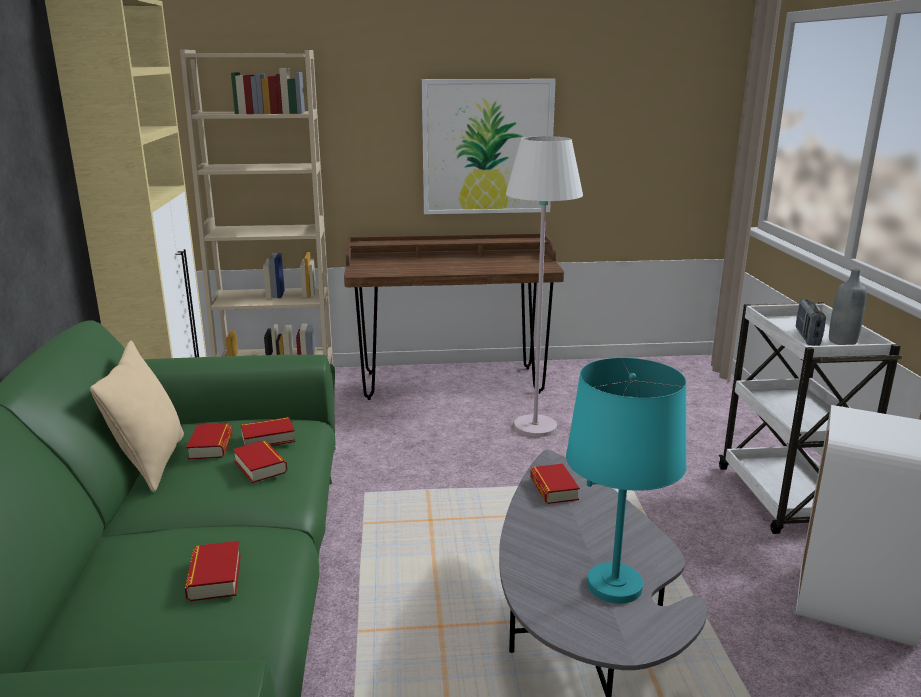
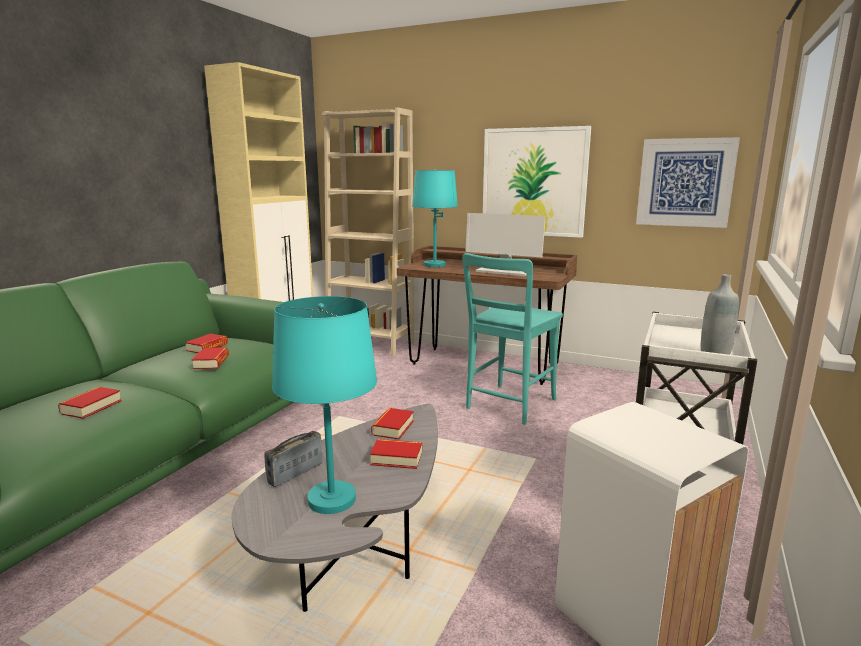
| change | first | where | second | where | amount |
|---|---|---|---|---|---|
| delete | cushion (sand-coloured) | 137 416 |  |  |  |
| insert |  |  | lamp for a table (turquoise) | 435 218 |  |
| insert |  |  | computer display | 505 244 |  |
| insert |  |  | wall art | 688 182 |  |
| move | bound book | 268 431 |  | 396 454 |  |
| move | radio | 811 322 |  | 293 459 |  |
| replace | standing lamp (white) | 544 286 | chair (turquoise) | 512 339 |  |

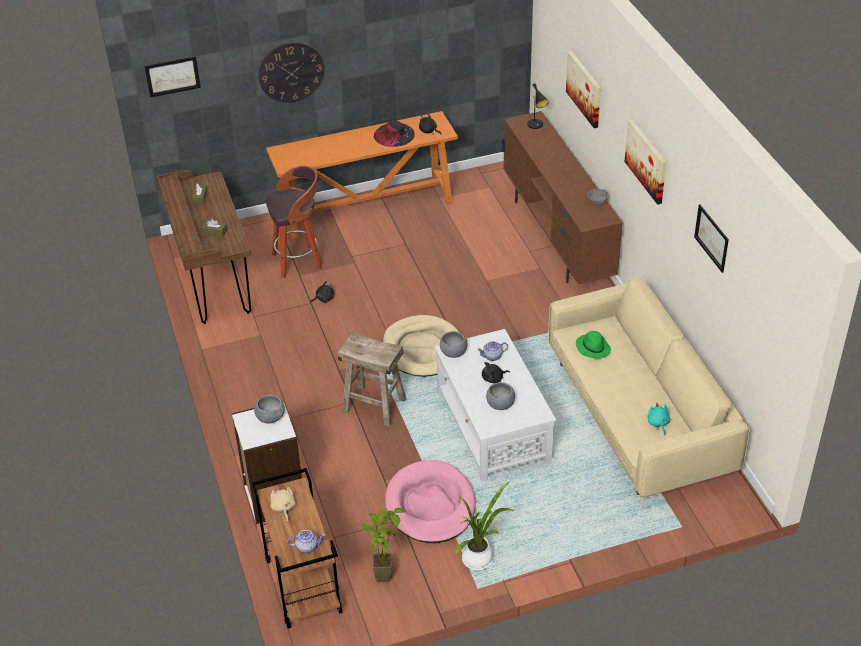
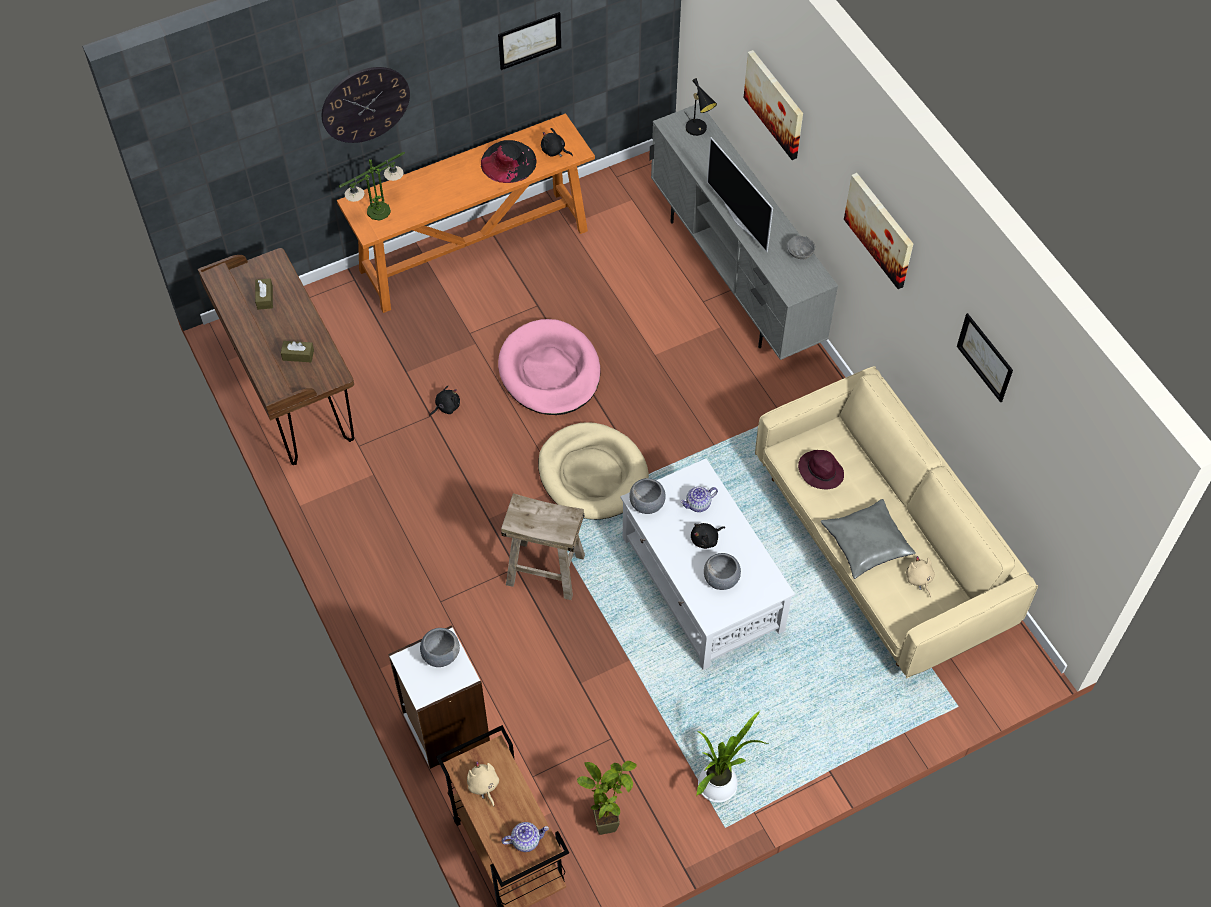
| change | first | where | second | where | amount |
|---|---|---|---|---|---|
| delete | sitting stool | 293 222 |  |  |  |
| insert |  |  | lamp for a table | 372 186 |  |
| insert |  |  | TV set | 740 194 |  |
| insert |  |  | cushion (grey) | 868 539 |  |
| move | wall art | 172 76 |  | 529 41 |  |
| move | dog bed (pinkish) | 430 501 |  | 549 367 |  |
| recolor | tv stand (brownish) | 562 197 | tv stand (grey) | 743 231 |  |
| recolor | clothing hat (green-coloured) | 593 345 | clothing hat (purplish) | 821 470 |  |
| recolor | cuddly toy (turquoise) | 658 419 | cuddly toy (sand-coloured) | 920 576 |  |

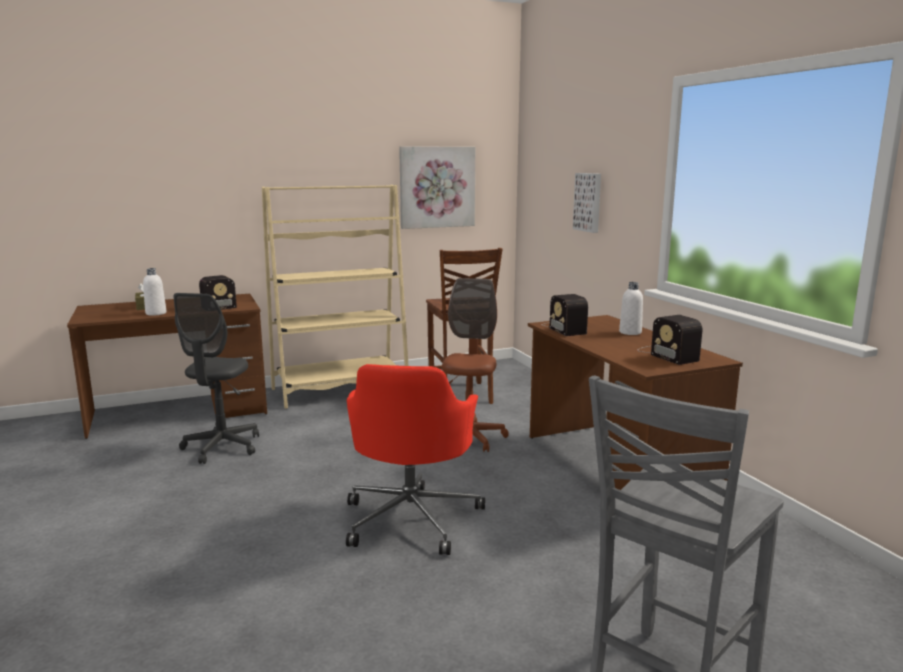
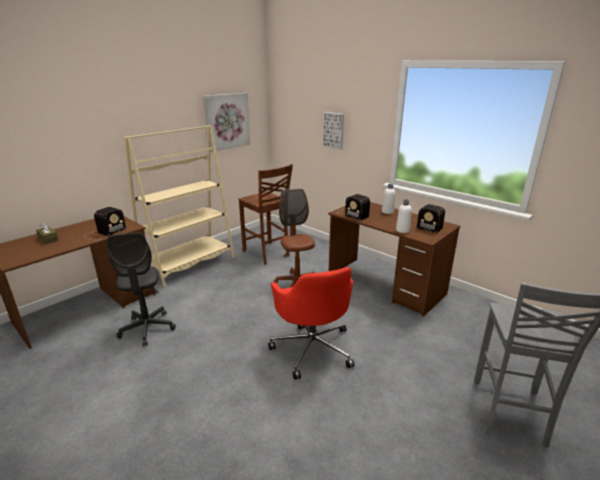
| change | first | where | second | where | amount |
|---|---|---|---|---|---|
| move | drink bottle (white) | 154 292 |  | 404 216 |  |

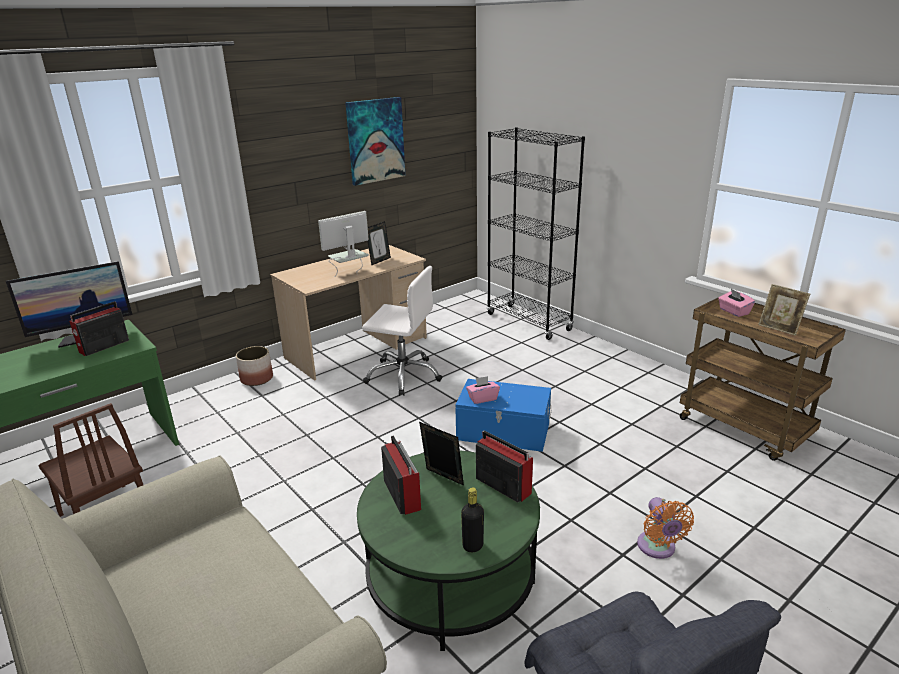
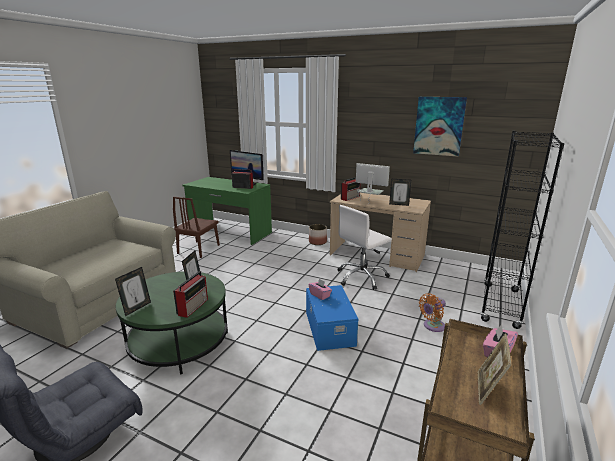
| change | first | where | second | where | amount |
|---|---|---|---|---|---|
| move | radio | 401 475 |  | 351 189 |  |
| move | fan (orange) | 665 528 |  | 432 312 |  |
| replace | drink bottle (black-coloured) | 472 520 | standing frame | 133 291 |  |
| rotate | desk chair (white) | 402 331 |  | 365 247 | 60 degrees clockwise |

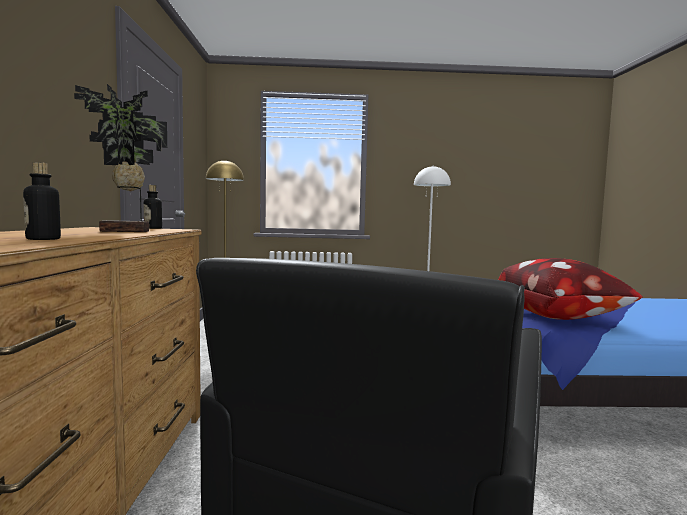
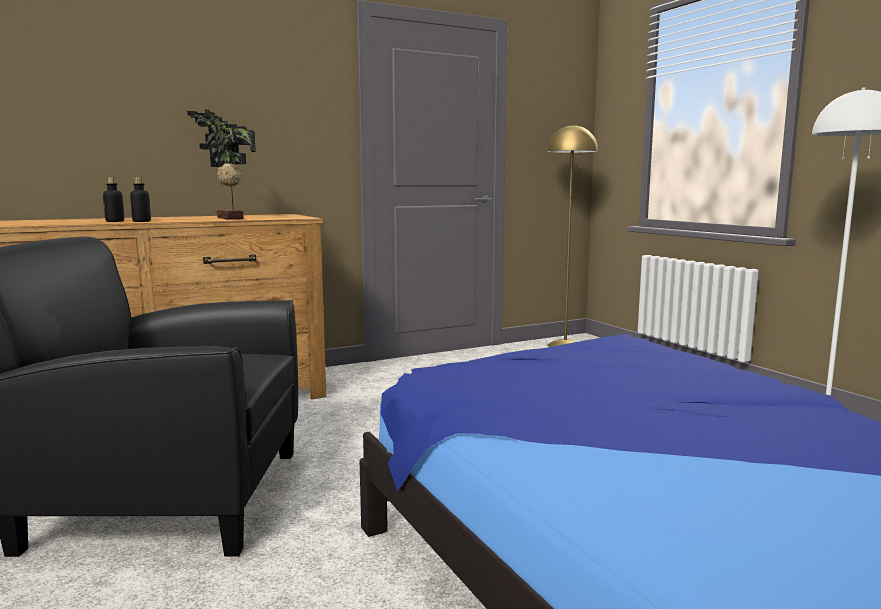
| change | first | where | second | where | amount |
|---|---|---|---|---|---|
| delete | cushion | 570 289 |  |  |  |
| move | drink bottle | 153 207 |  | 140 199 |  |

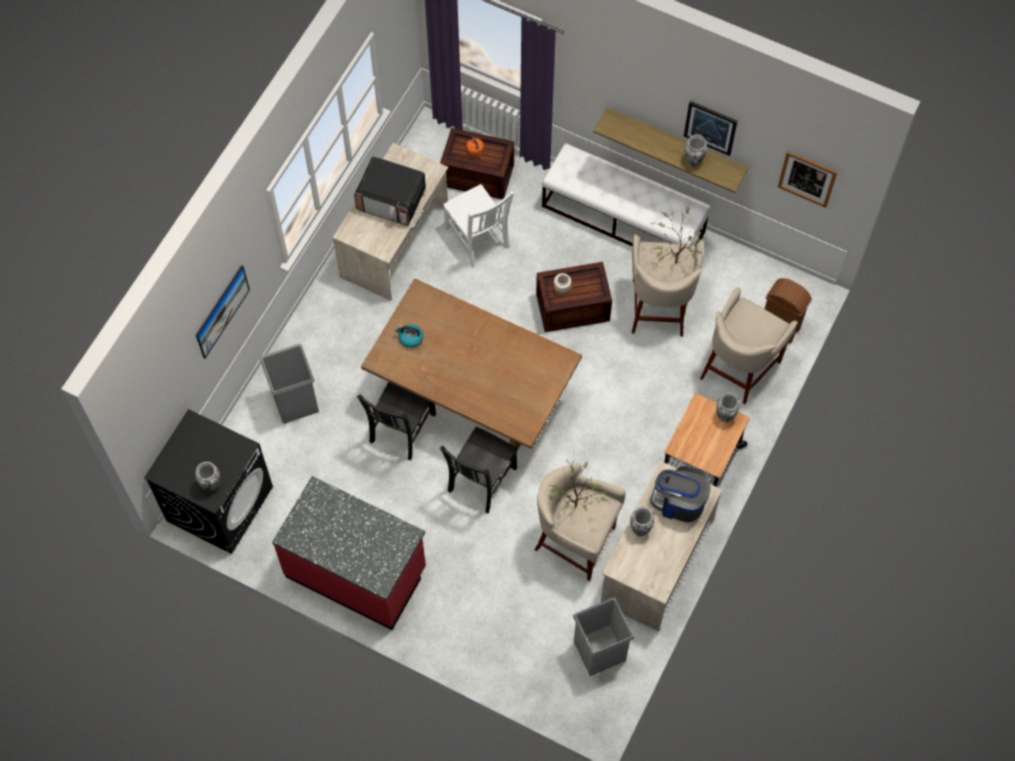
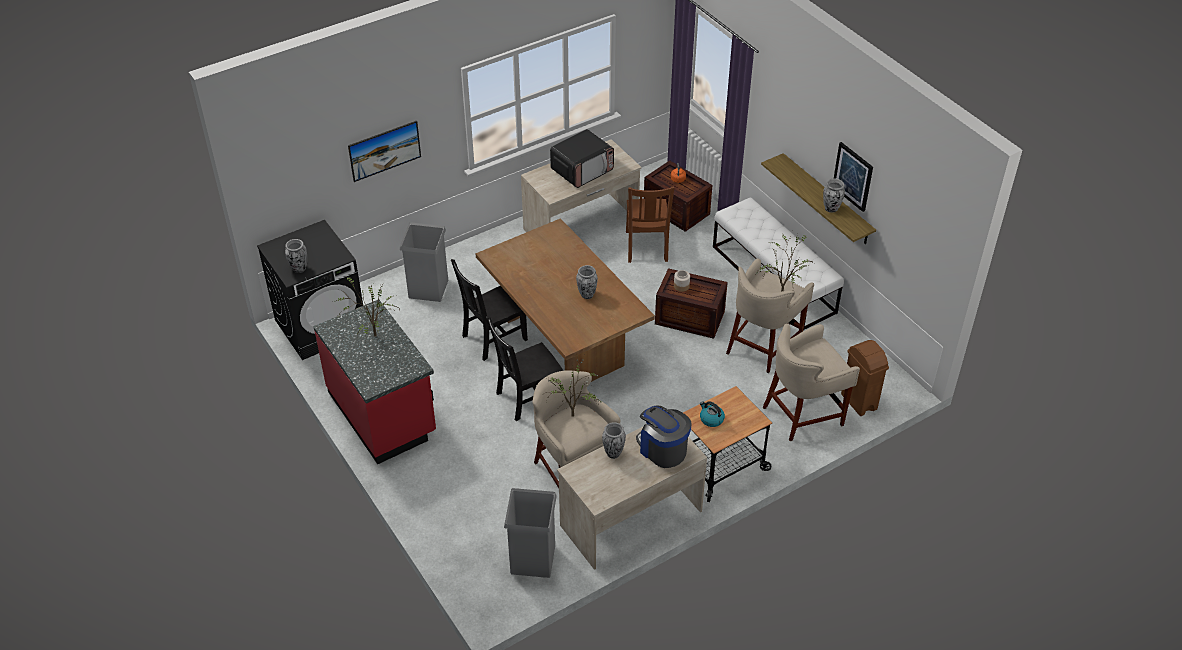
| change | first | where | second | where | amount |
|---|---|---|---|---|---|
| delete | wall art | 807 179 |  |  |  |
| insert |  |  | plant in a pot | 367 309 |  |
| move | kettle | 409 336 |  | 712 414 |  |
| move | vase | 728 407 |  | 587 282 |  |
| recolor | chair (white) | 478 226 | chair (brownish) | 650 224 |  |
| rotate | kitchen microwave | 390 191 |  | 582 158 | 90 degrees counterclockwise |

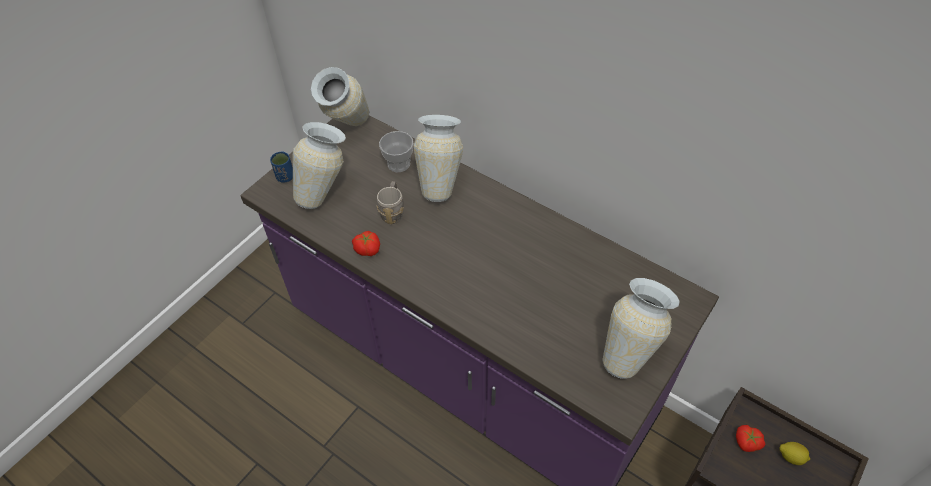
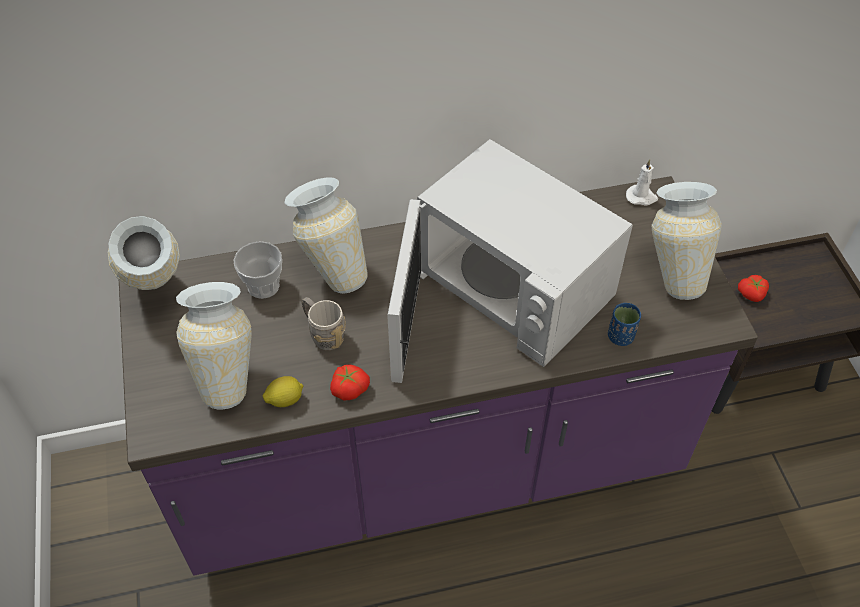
| change | first | where | second | where | amount |
|---|---|---|---|---|---|
| insert |  |  | kitchen microwave (white) | 510 261 |  |
| insert |  |  | candle (white) | 642 182 |  |
| move | drinking cup (blue) | 281 166 |  | 624 324 |  |
| move | citrus fruit | 794 453 |  | 282 391 |  |

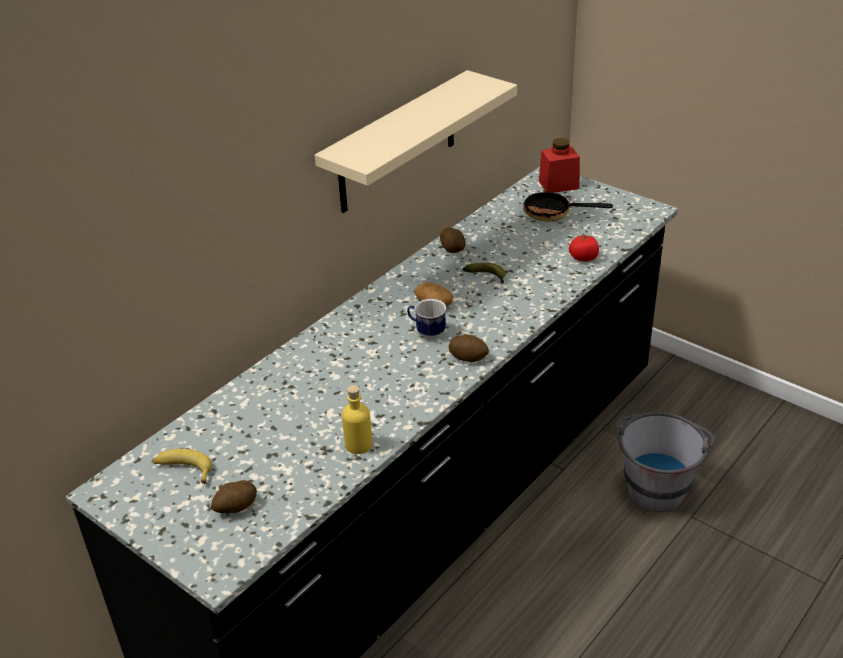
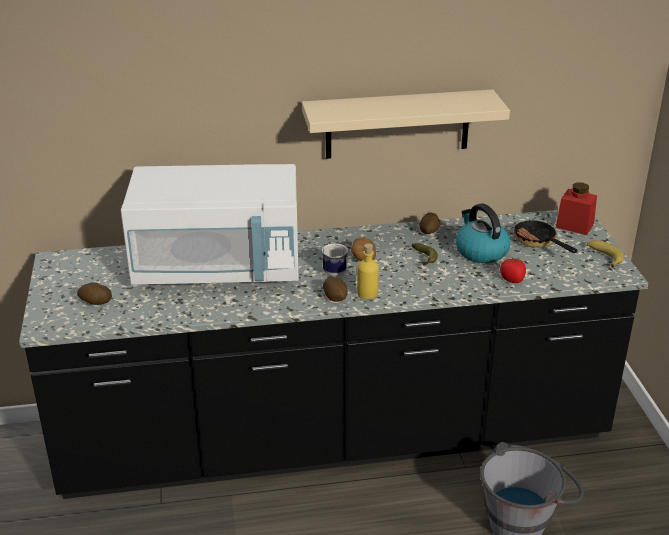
| change | first | where | second | where | amount |
|---|---|---|---|---|---|
| insert |  |  | kitchen microwave (white) | 210 224 |  |
| insert |  |  | kettle | 483 233 |  |
| move | whole banana | 182 466 |  | 605 254 |  |
| move | drink bottle (yellow-coloured) | 357 419 |  | 368 271 |  |

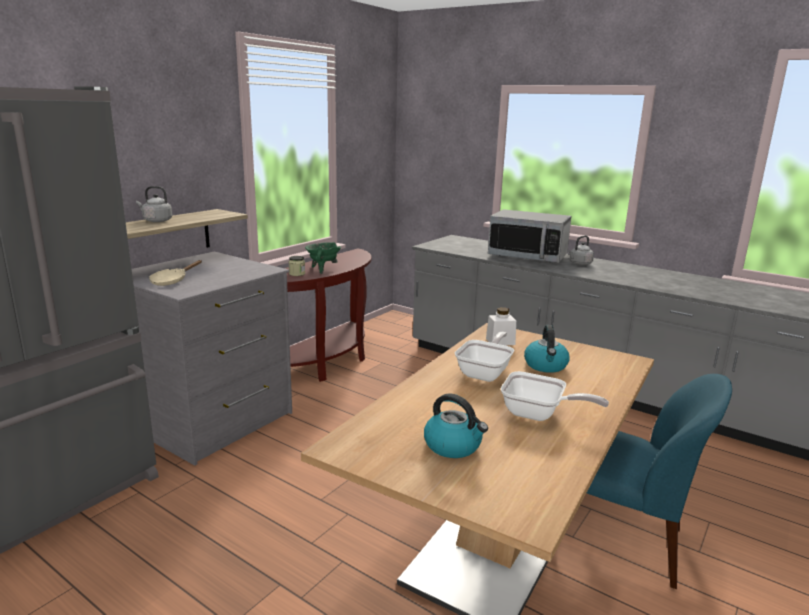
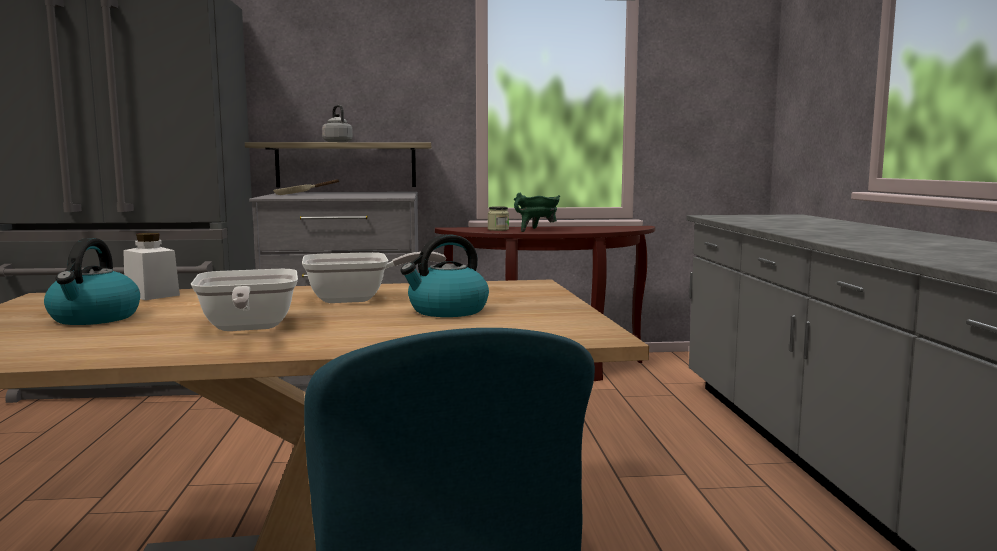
| change | first | where | second | where | amount |
|---|---|---|---|---|---|
| delete | kitchen microwave | 529 236 |  |  |  |
| delete | kettle (grey) | 581 250 |  |  |  |
| move | storage jar (white) | 501 326 |  | 151 266 |  |

